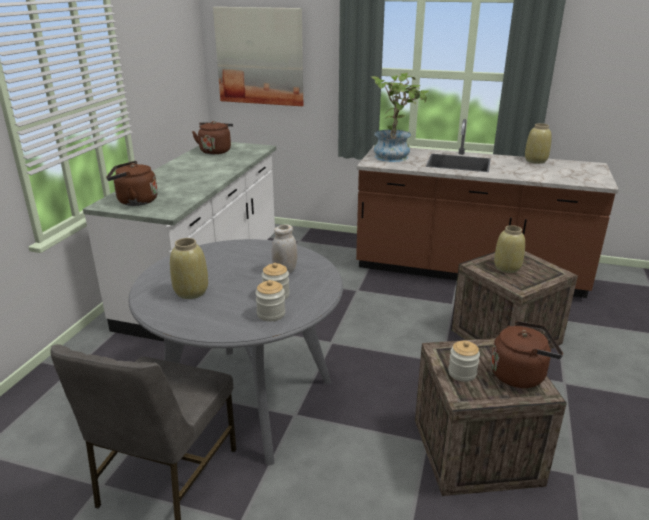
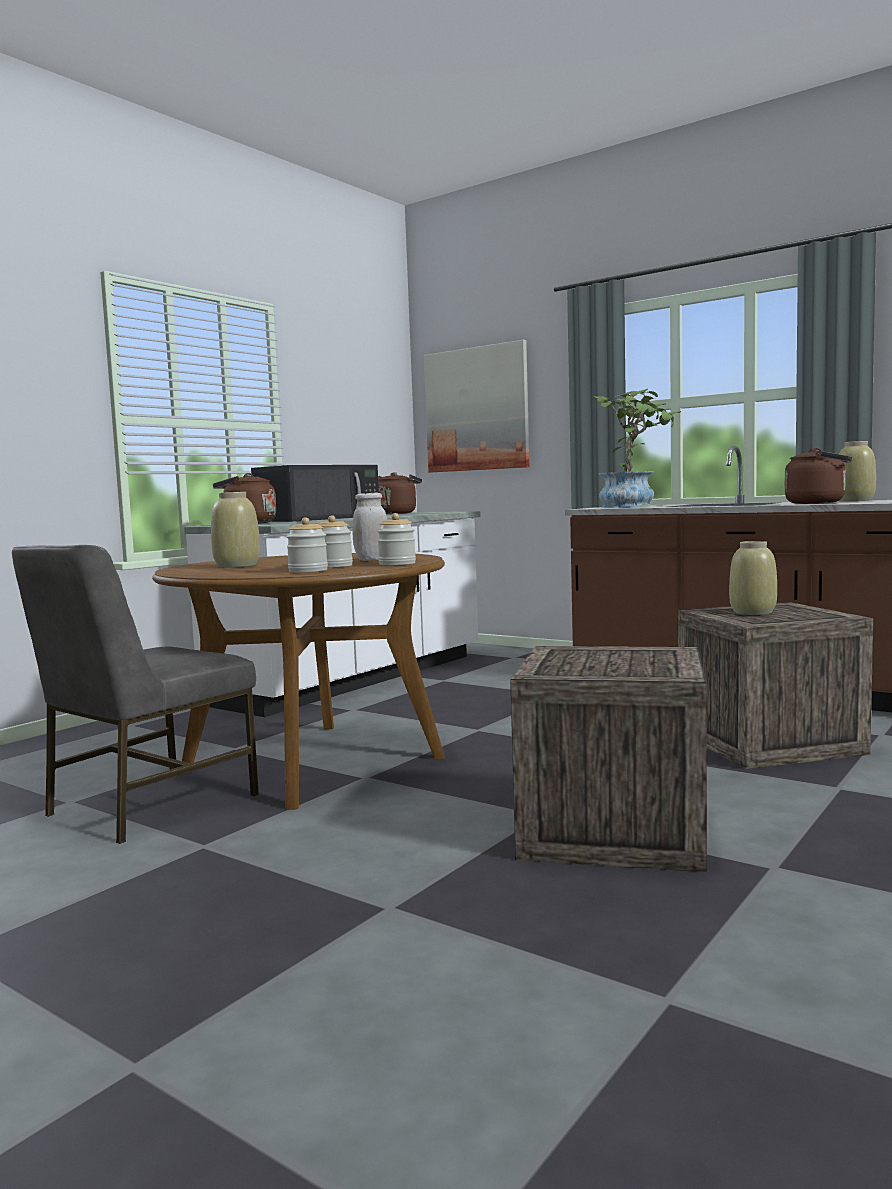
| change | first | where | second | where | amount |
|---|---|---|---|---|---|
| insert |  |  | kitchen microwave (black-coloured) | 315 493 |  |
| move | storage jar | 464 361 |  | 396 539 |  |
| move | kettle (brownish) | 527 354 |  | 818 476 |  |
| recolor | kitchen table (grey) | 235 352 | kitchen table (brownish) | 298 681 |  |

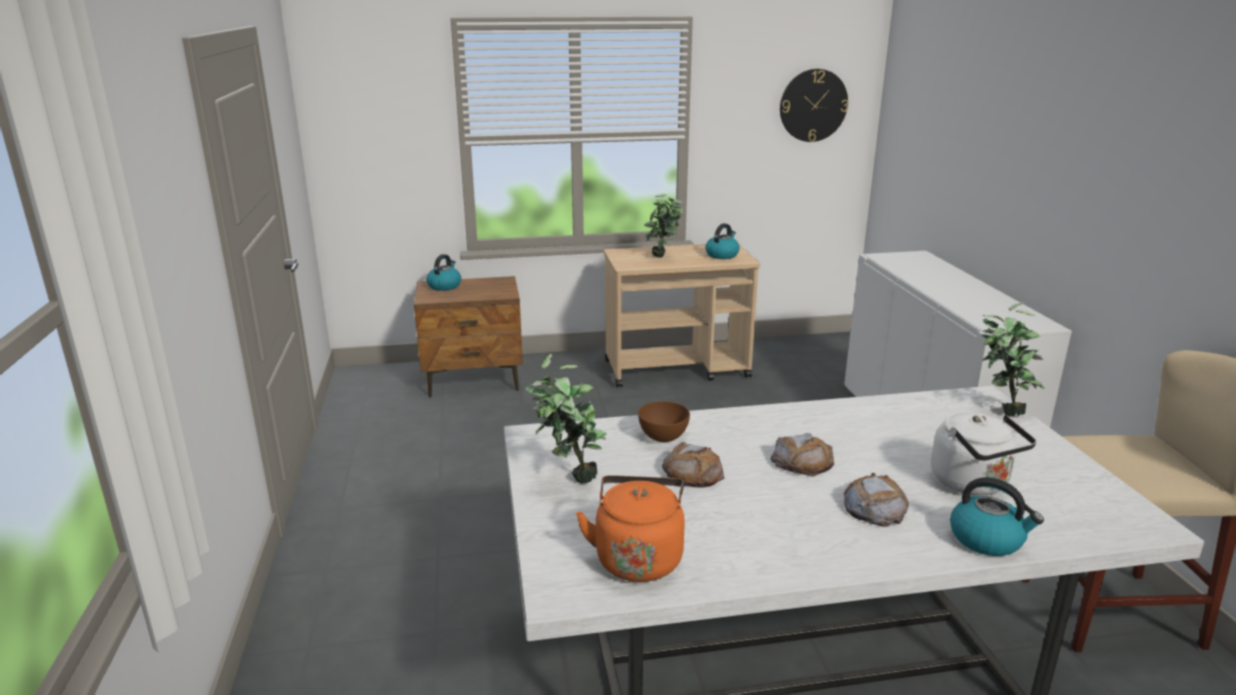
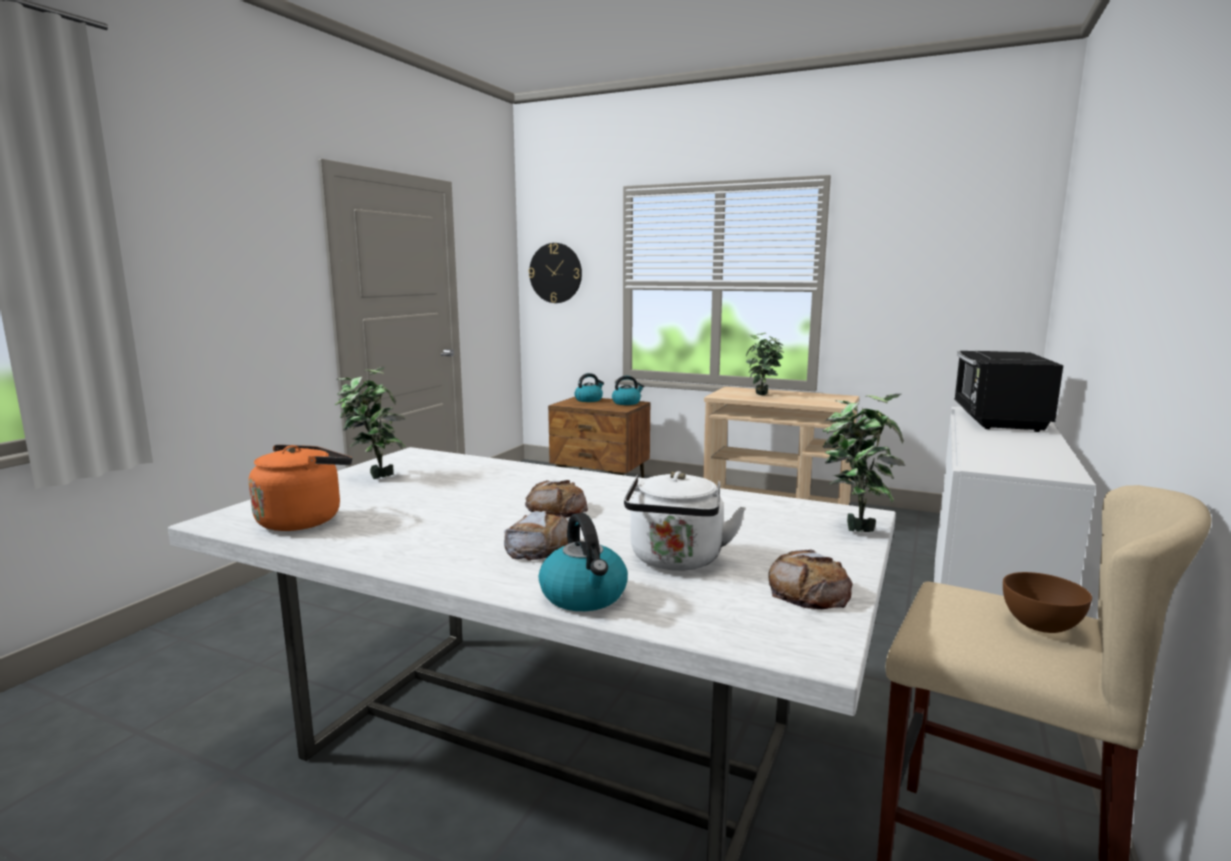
| change | first | where | second | where | amount |
|---|---|---|---|---|---|
| insert |  |  | kitchen microwave (black-coloured) | 1008 391 |  |
| move | deep dish (brownish) | 664 421 |  | 1047 602 |  |
| move | baked bread | 693 465 |  | 810 579 |  |
| move | kettle | 722 241 |  | 628 390 |  |
| move | wall clock | 814 105 |  | 555 273 |  |

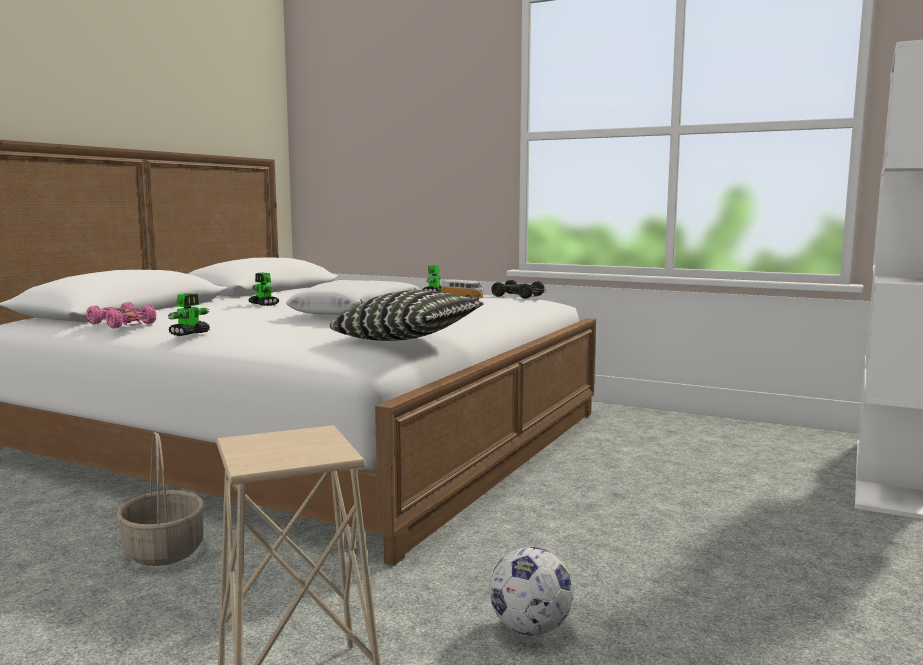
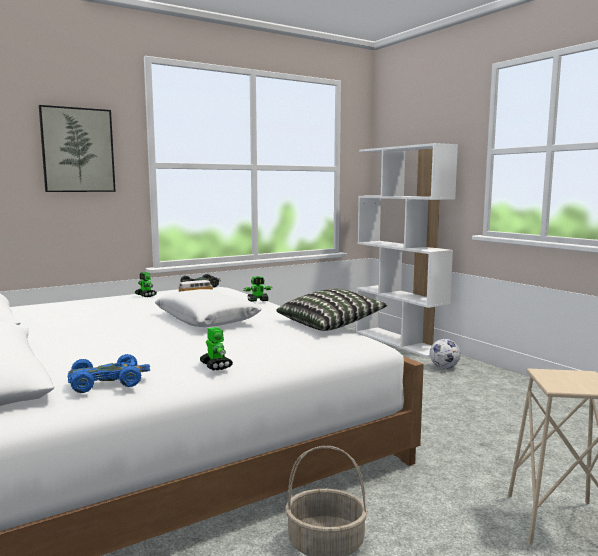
| change | first | where | second | where | amount |
|---|---|---|---|---|---|
| insert |  |  | wall art | 77 148 |  |
| move | robot figure | 263 289 |  | 258 289 |  |
| move | football | 531 591 |  | 445 354 |  |
| recolor | model car (pinkish) | 121 315 | model car (blue) | 109 373 |  |

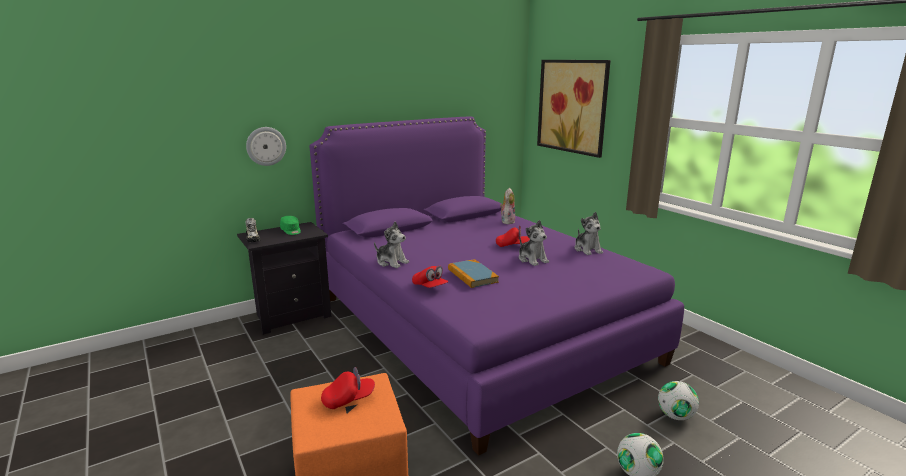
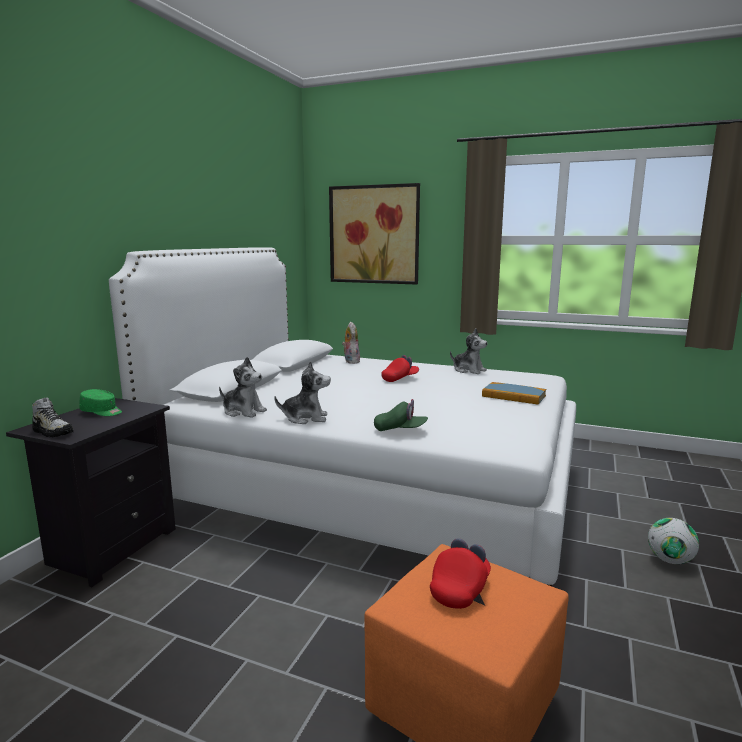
| change | first | where | second | where | amount |
|---|---|---|---|---|---|
| delete | wall clock | 266 146 |  |  |  |
| delete | football | 678 400 |  |  |  |
| move | bound book | 473 273 |  | 514 393 |  |
| move | cuddly toy | 534 243 |  | 243 387 |  |
| recolor | sleeping bed (purplish) | 496 286 | sleeping bed (white) | 342 416 |  |
| recolor | baseball cap (red-coloured) | 430 277 | baseball cap (green-coloured) | 401 415 |  |

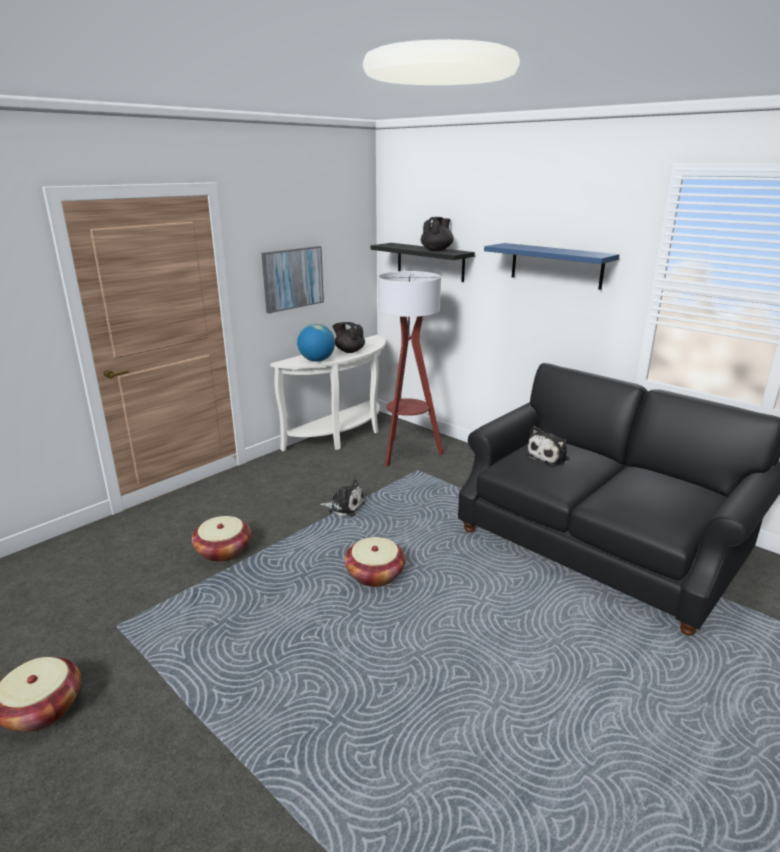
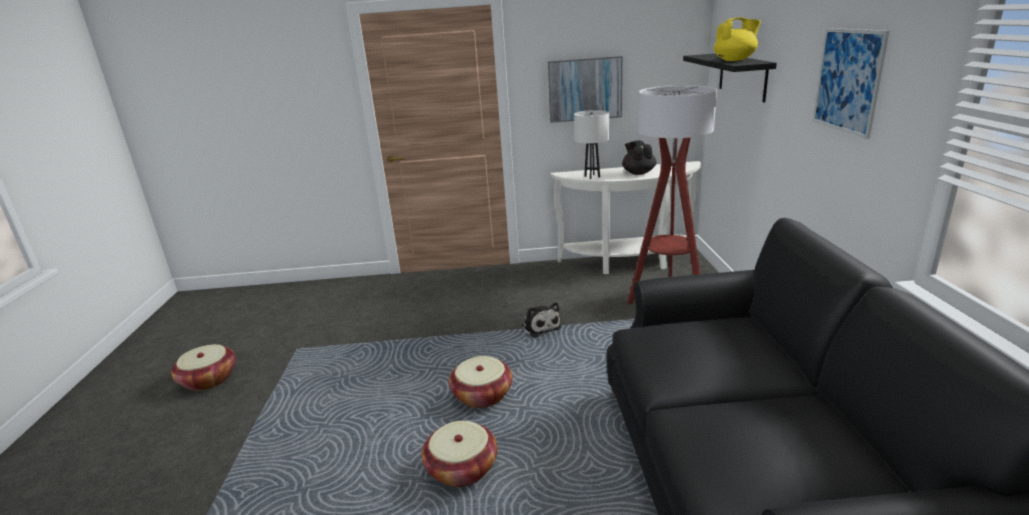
| change | first | where | second | where | amount |
|---|---|---|---|---|---|
| delete | cuddly toy | 547 446 |  |  |  |
| move | household basket | 221 539 |  | 460 454 |  |
| replace | world globe | 316 343 | lamp for a table (white) | 591 144 |  |
| replace | wall shelf (blue) | 552 266 | wall art | 850 83 |  |
| recolor | teapot (black-coloured) | 437 234 | teapot (yellow-coloured) | 737 39 |  |

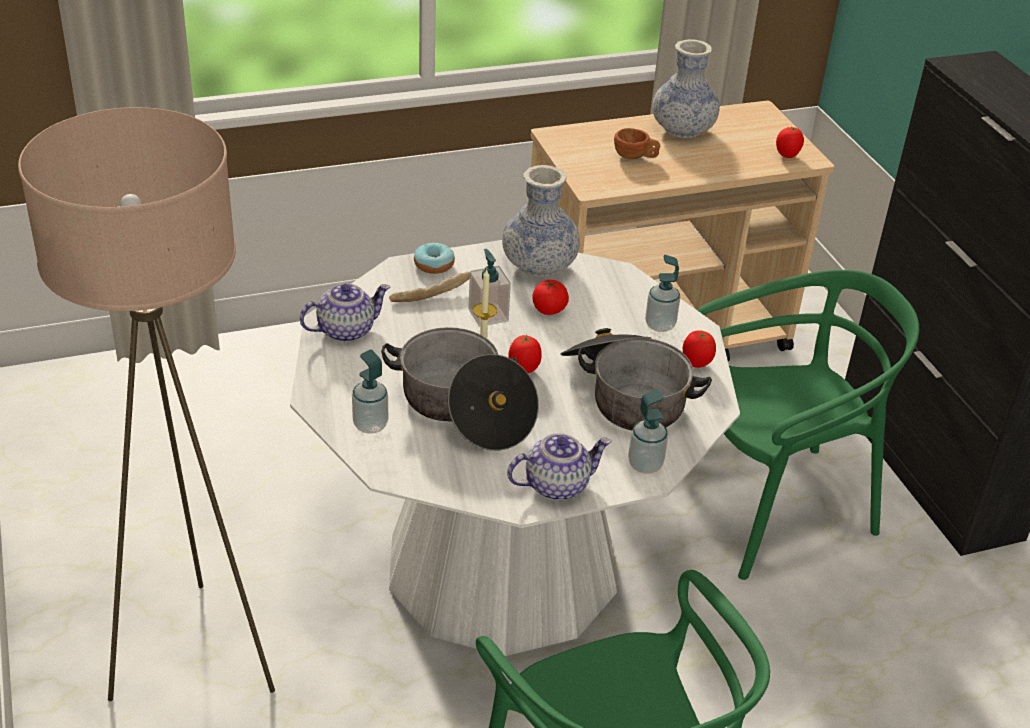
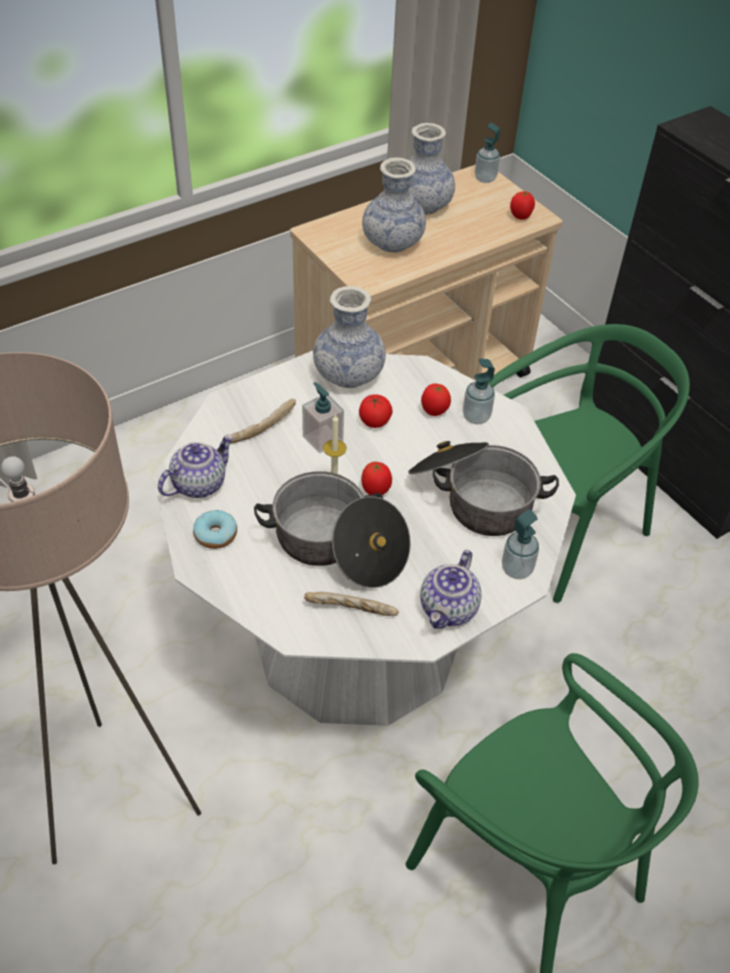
| change | first | where | second | where | amount |
|---|---|---|---|---|---|
| insert |  |  | baked bread | 351 604 |  |
| move | soap bottle | 370 392 |  | 487 153 |  |
| move | donut | 434 258 |  | 215 529 |  |
| move | tomato | 699 349 |  | 436 400 |  |
| replace | drinking cup (brownish) | 637 144 | vase | 394 205 |  |
| rotate | teapot | 559 466 |  | 451 589 | 150 degrees clockwise |

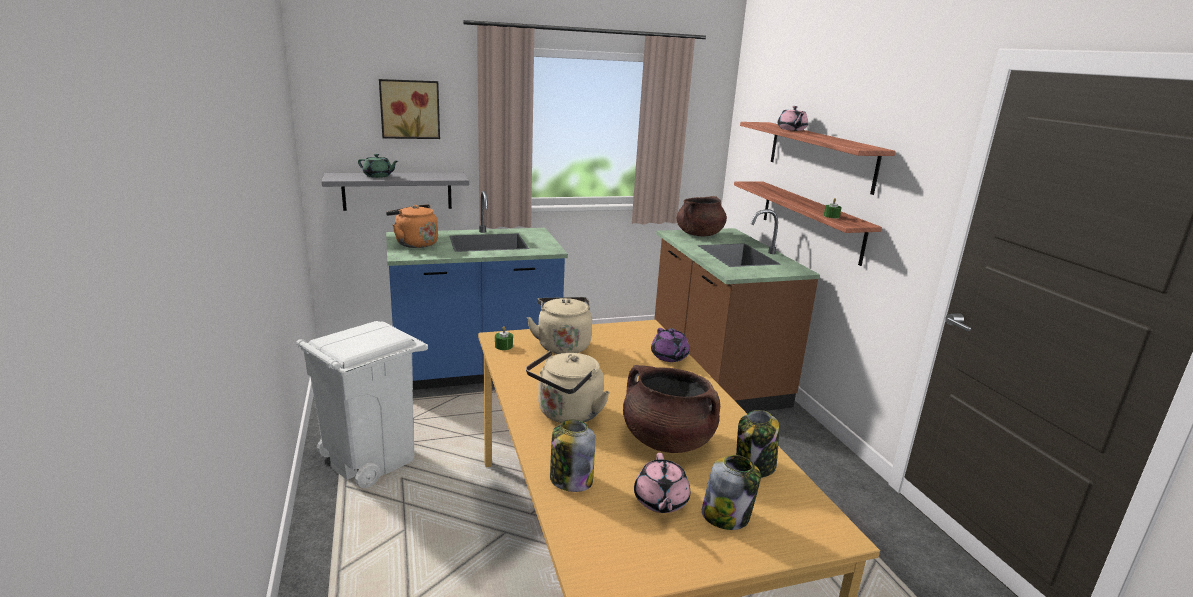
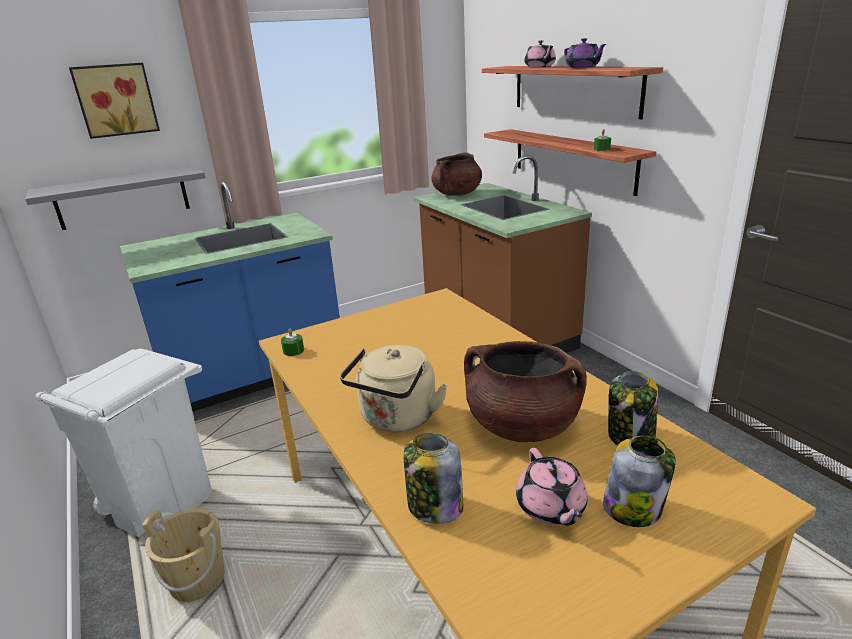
| change | first | where | second | where | amount |
|---|---|---|---|---|---|
| delete | teapot (green-coloured) | 378 166 |  |  |  |
| delete | kettle (orange) | 412 226 |  |  |  |
| delete | kettle (sand-coloured) | 559 325 |  |  |  |
| insert |  |  | pail (sand-coloured) | 183 555 |  |
| move | teapot (purplish) | 670 345 |  | 585 53 |  |

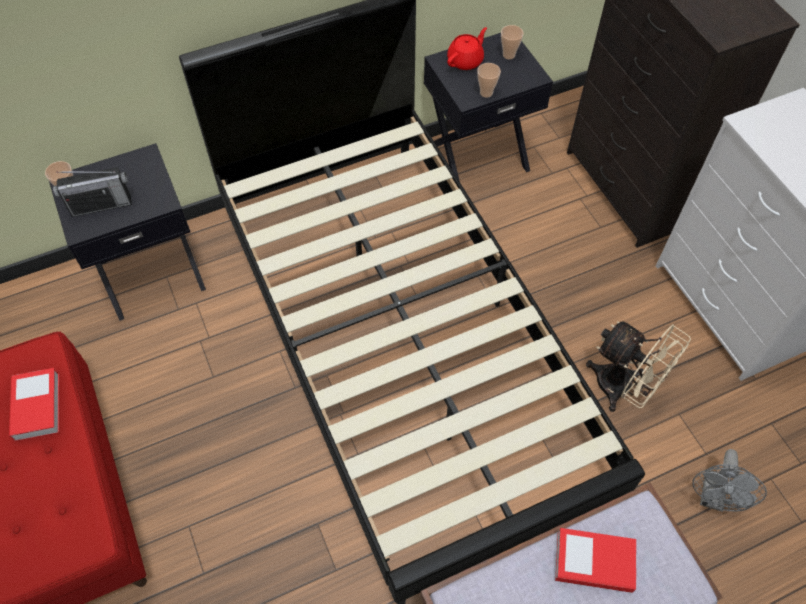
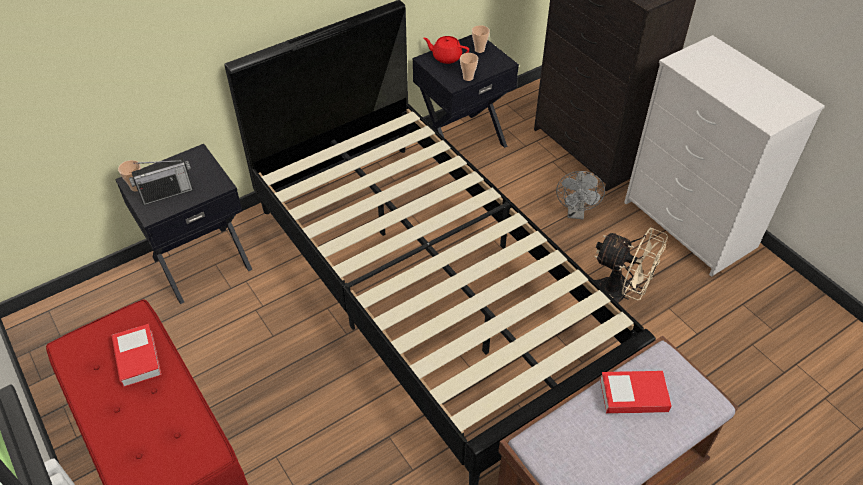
| change | first | where | second | where | amount |
|---|---|---|---|---|---|
| move | fan (grey) | 729 480 |  | 580 195 |  |
| rotate | teapot (red-coloured) | 467 48 |  | 446 50 | 105 degrees counterclockwise |

